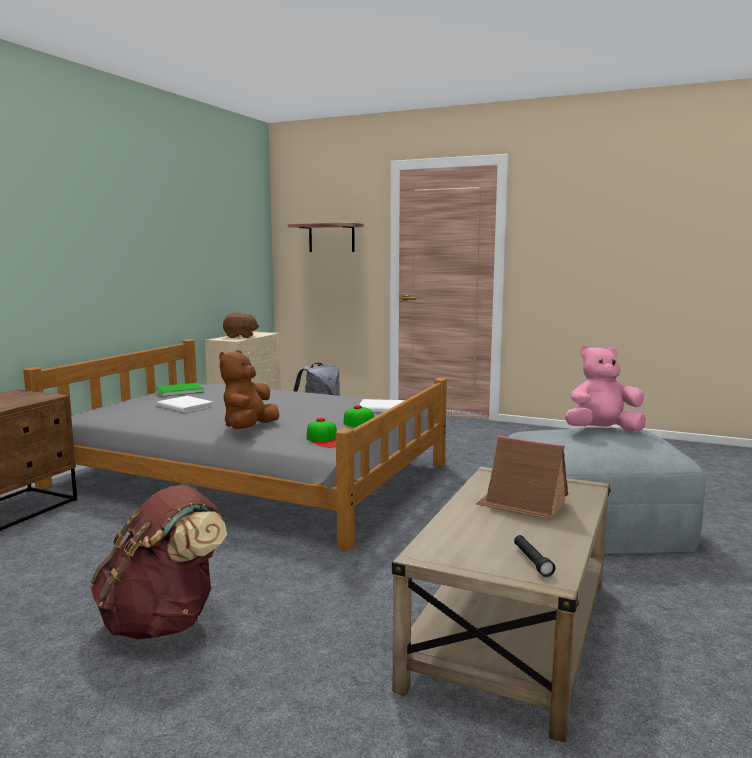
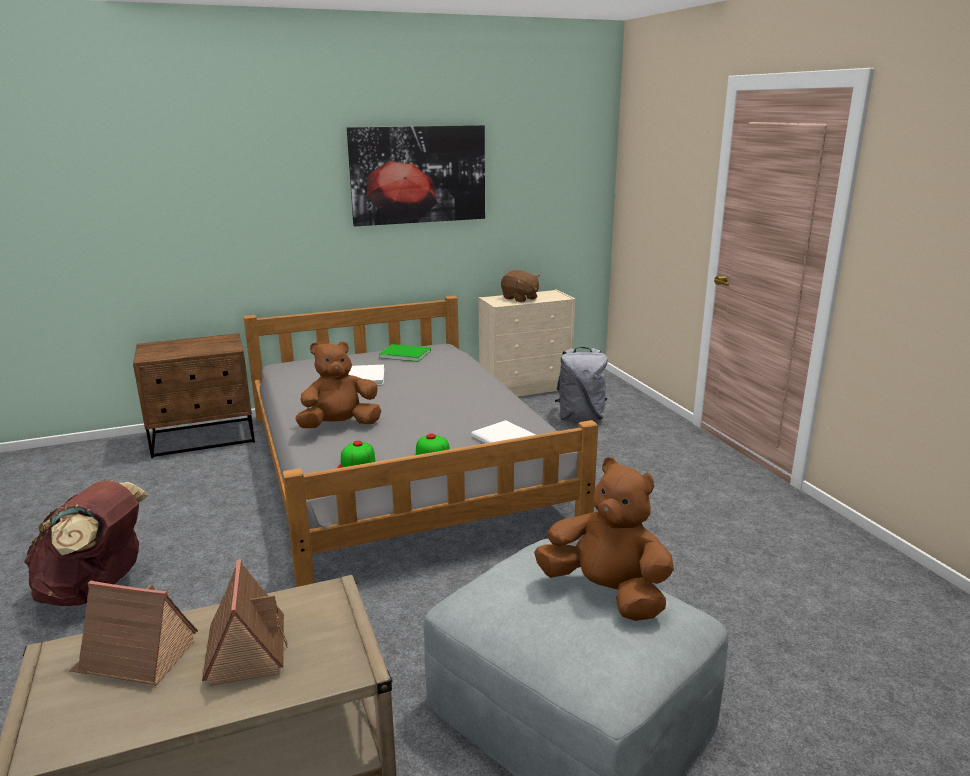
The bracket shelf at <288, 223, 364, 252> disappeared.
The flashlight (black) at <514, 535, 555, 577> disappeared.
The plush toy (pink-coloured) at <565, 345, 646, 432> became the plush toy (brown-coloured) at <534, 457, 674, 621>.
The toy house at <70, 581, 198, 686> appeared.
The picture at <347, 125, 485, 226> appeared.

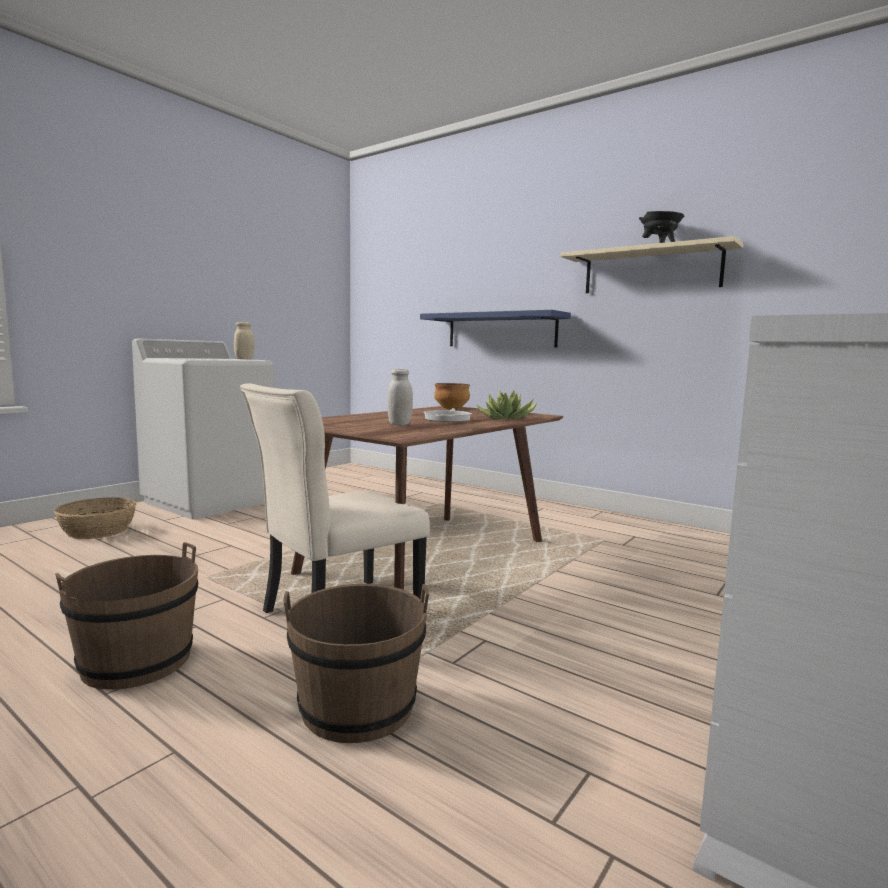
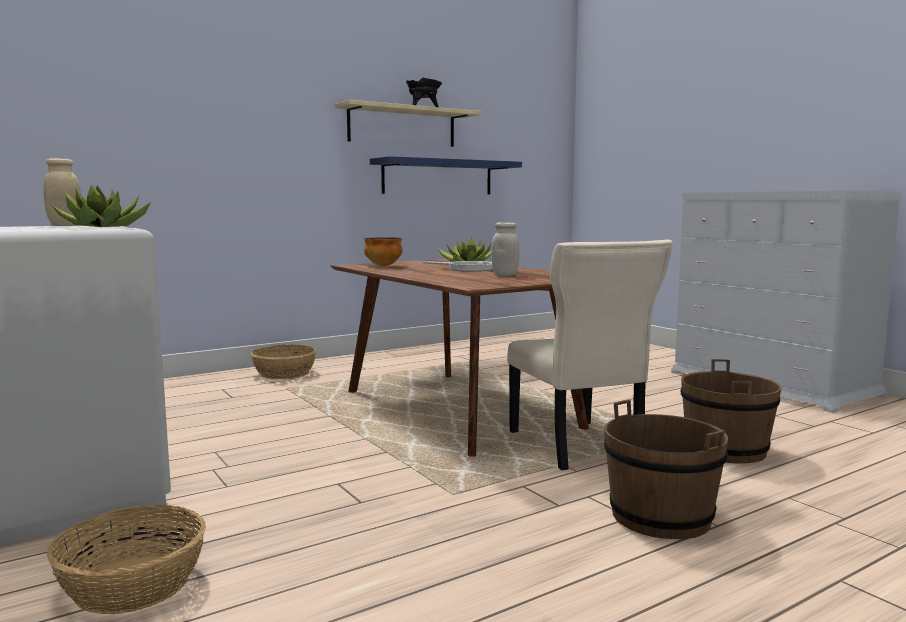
The bracket shelf (bluish) moved from <420, 310, 571, 348> to <370, 156, 522, 195>.
The potted plant at <51, 185, 151, 227> appeared.
The basket at <251, 344, 316, 380> appeared.

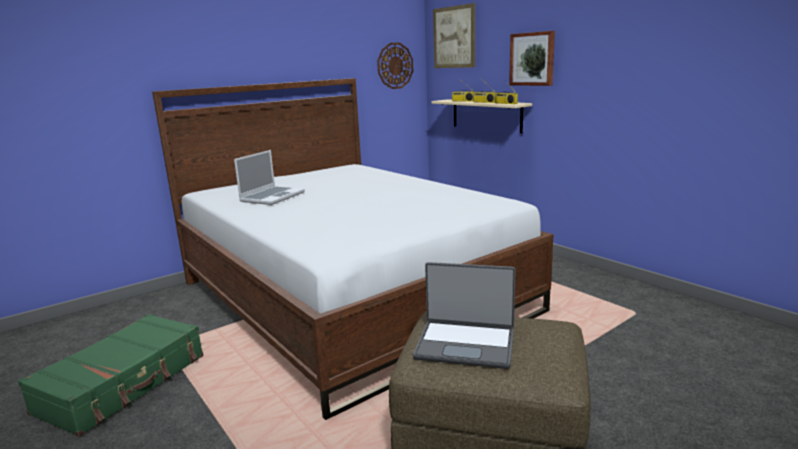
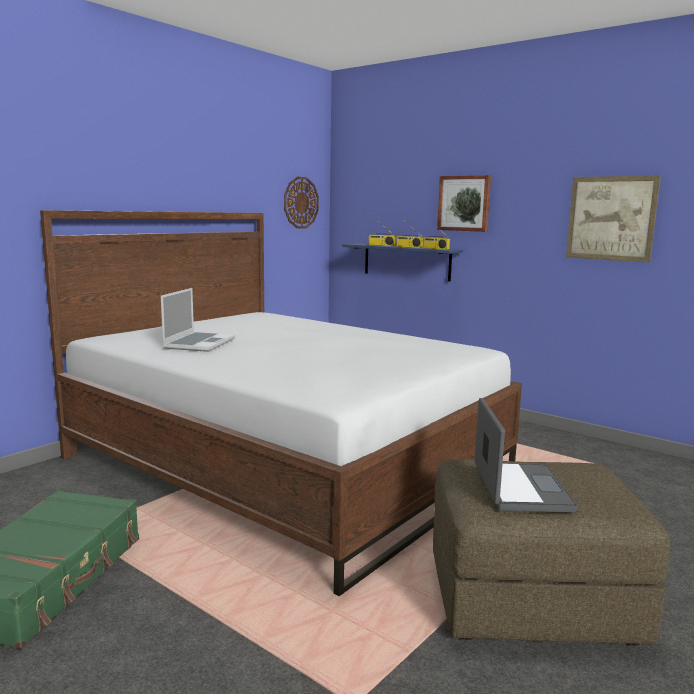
The notebook computer at <413, 262, 515, 369> turned 90 degrees counterclockwise.
The bracket shelf (beige-coloured) at <431, 99, 532, 133> became the bracket shelf (bluish) at <342, 243, 463, 281>.
The picture moved from <433, 3, 475, 68> to <566, 175, 661, 263>.

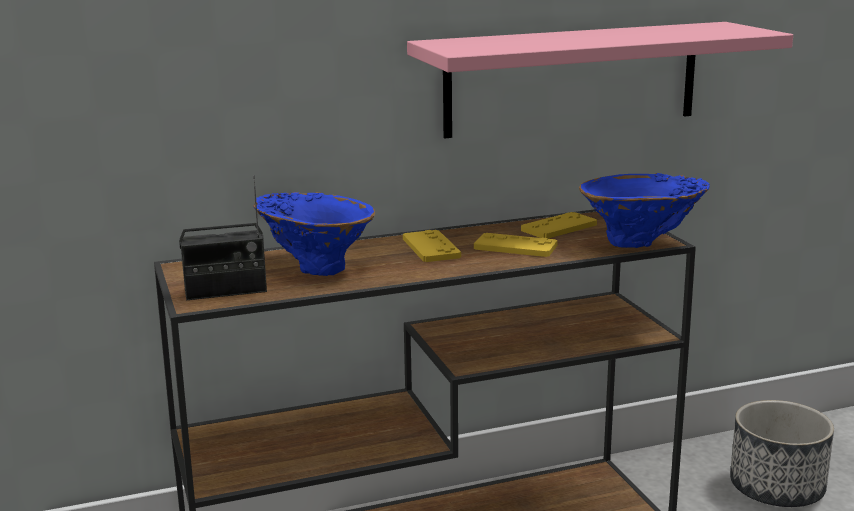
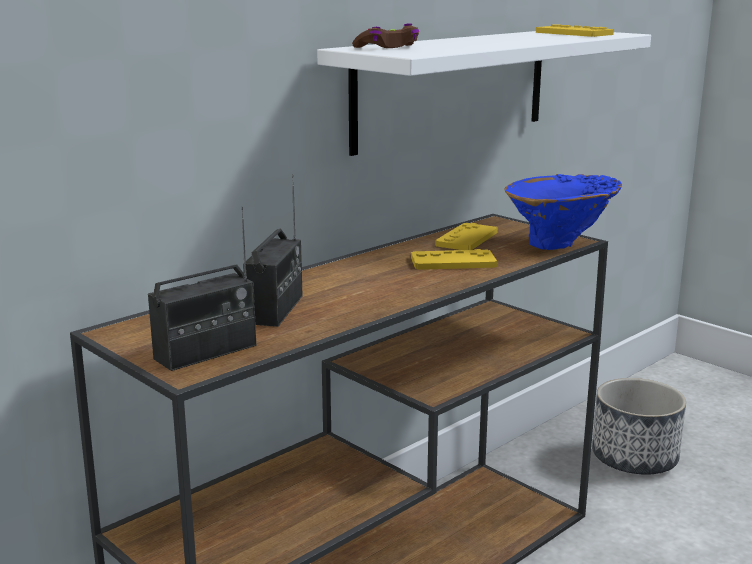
The vase (bluish) at <253, 192, 375, 276> was replaced by the radio at <243, 174, 303, 327>.
The game controller (yellowish) moved from <403, 230, 461, 262> to <536, 24, 614, 37>.
The bracket shelf (pink-coloured) at <407, 22, 793, 138> became the bracket shelf (white) at <317, 31, 651, 156>.
The game controller (brown-coloured) at <352, 23, 419, 48> appeared.

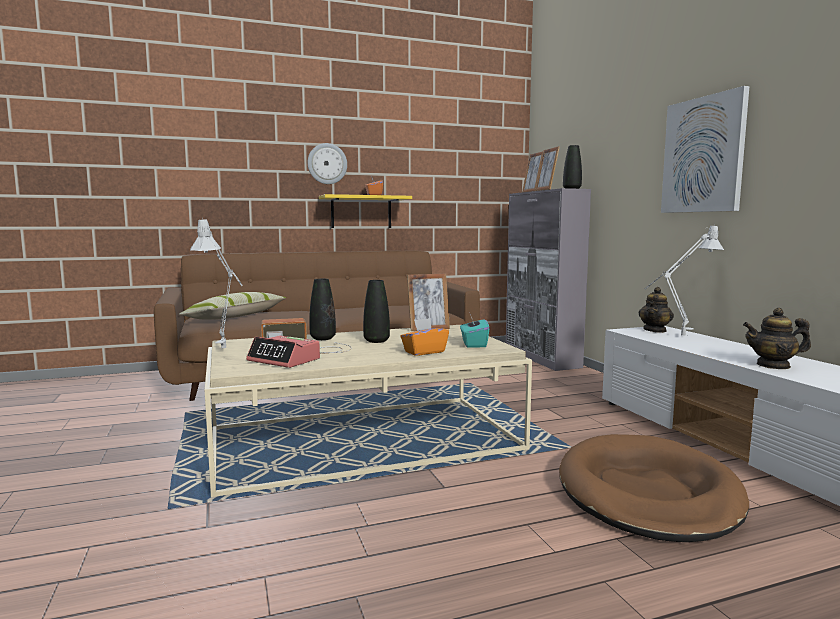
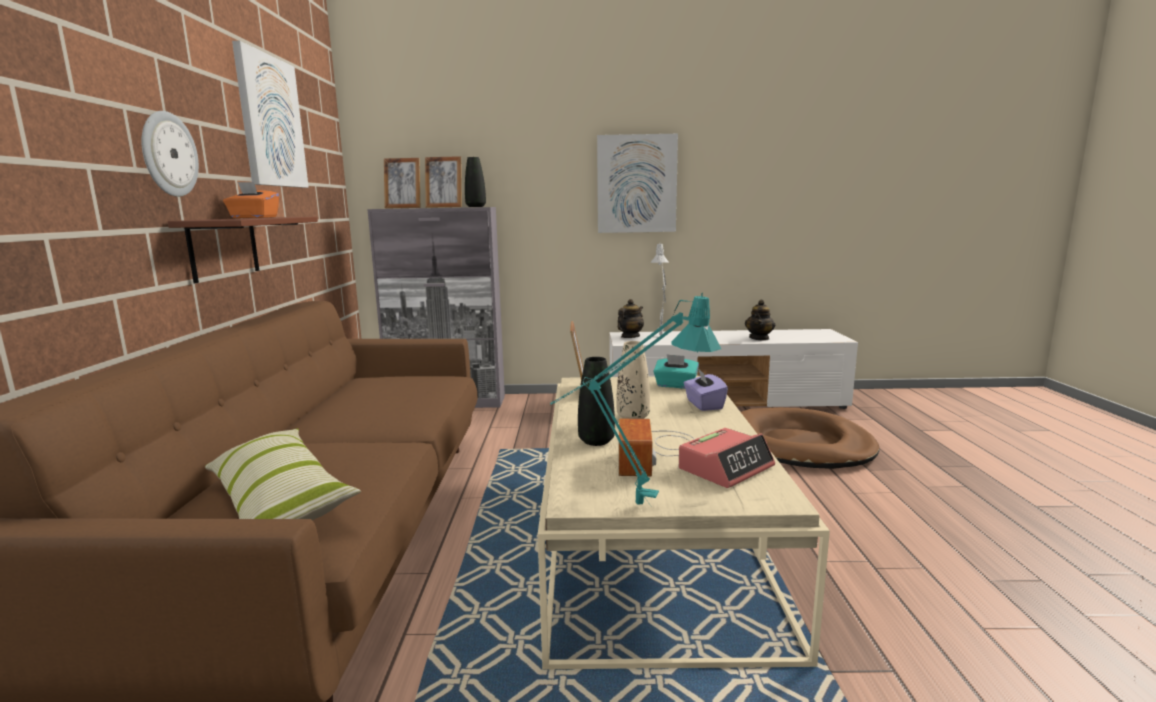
The lamp for a table (grey) at <190, 217, 243, 349> became the lamp for a table (turquoise) at <550, 293, 721, 504>.
The bracket shelf (yellowish) at <319, 194, 412, 228> became the bracket shelf (brown-coloured) at <168, 217, 318, 283>.
The vase (black) at <363, 280, 390, 343> became the vase (beige-coloured) at <616, 341, 650, 419>.
The box of tissues (orange) at <401, 318, 449, 356> became the box of tissues (purple-coloured) at <684, 369, 728, 411>.
The tea pot at <638, 287, 674, 333> turned 105 degrees counterclockwise.
The picture at <232, 41, 309, 188> appeared.

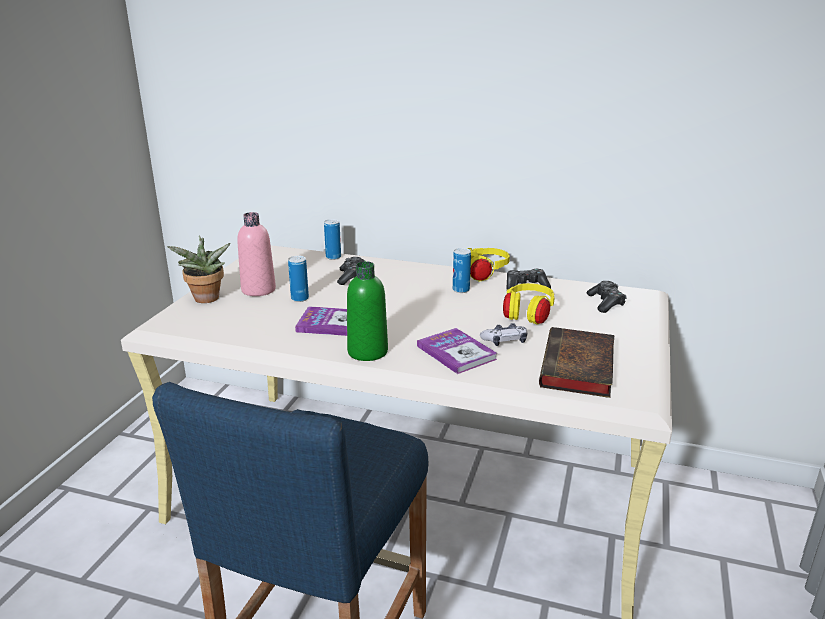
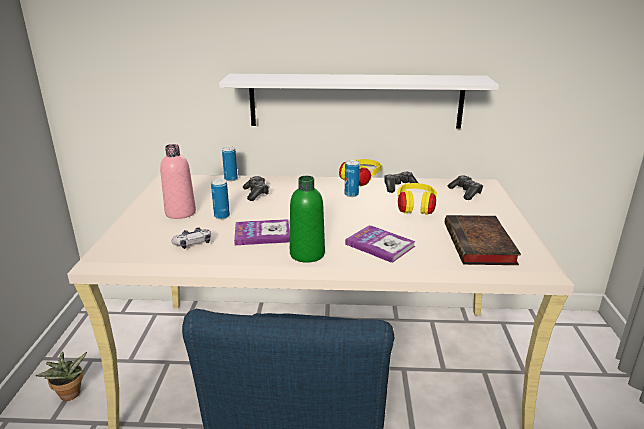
The potted plant moved from <167, 235, 231, 303> to <35, 352, 87, 401>.
The game controller moved from <480, 323, 527, 346> to <171, 227, 211, 249>.
The bracket shelf (white) at <219, 74, 499, 128> appeared.

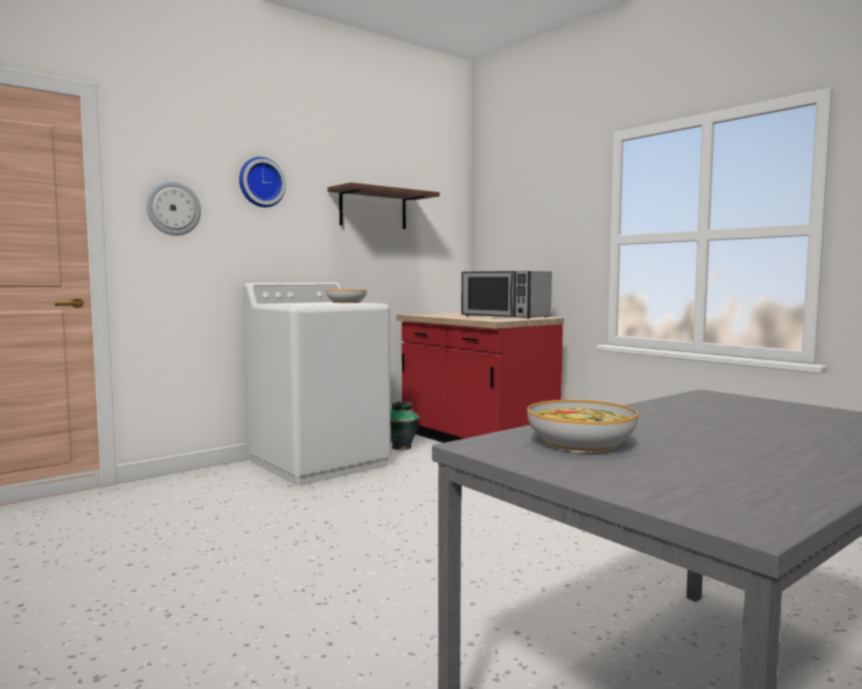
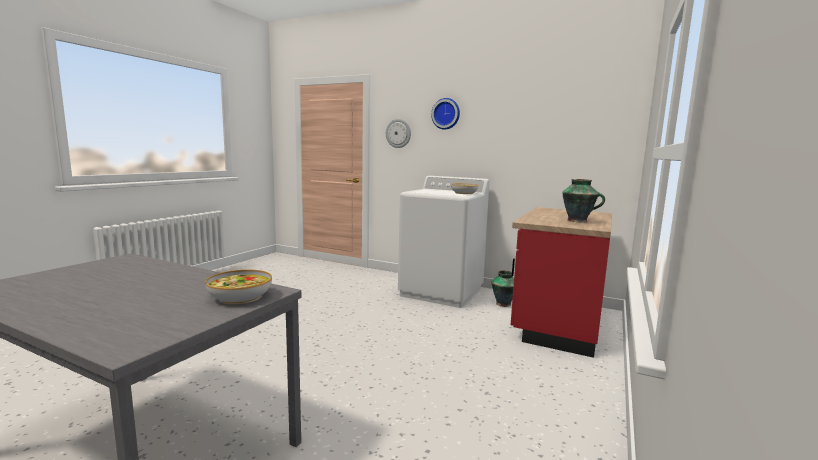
The bracket shelf at <327, 182, 440, 229> disappeared.
The microwave at <461, 271, 552, 319> was replaced by the vase at <562, 179, 605, 222>.
The serving bowl moved from <527, 400, 638, 453> to <205, 270, 272, 304>.

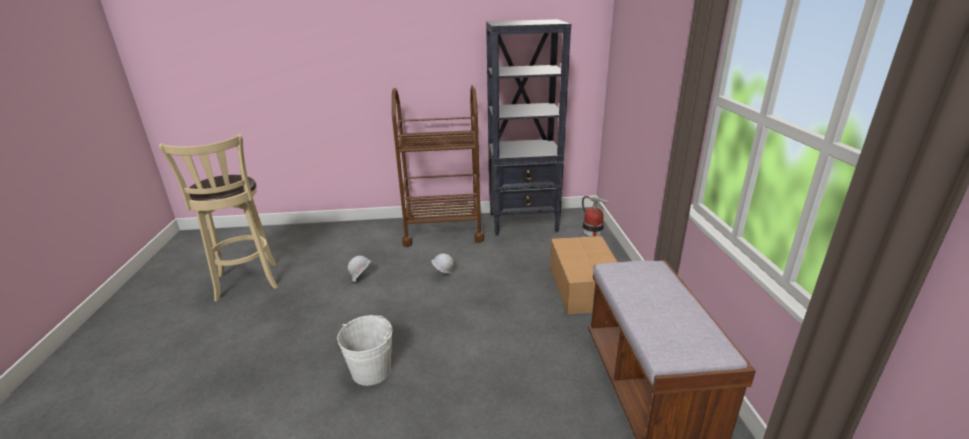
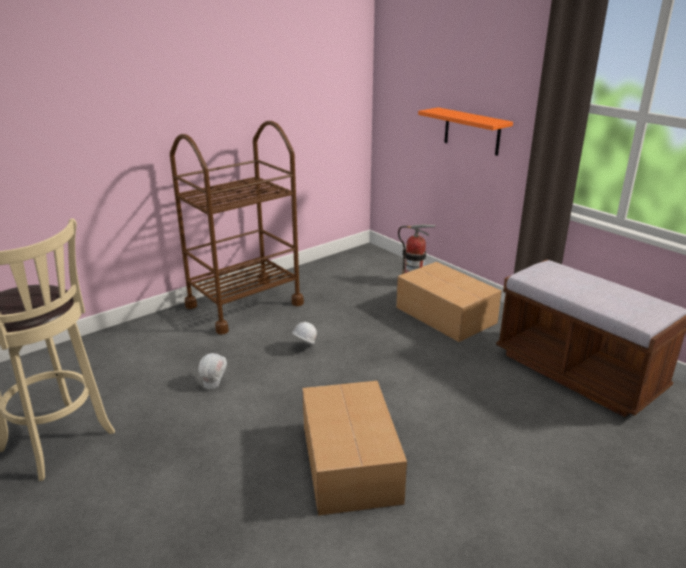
The bucket (white) at <337, 315, 393, 386> was replaced by the cardboard box at <302, 381, 407, 516>.
The bookshelf (black) at <486, 19, 571, 236> disappeared.
The bracket shelf (orange) at <418, 107, 513, 156> appeared.

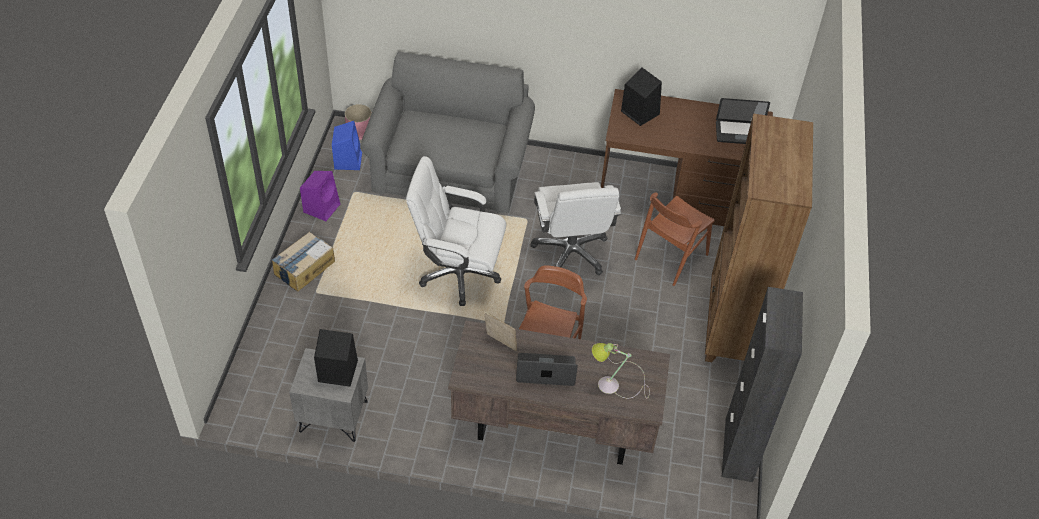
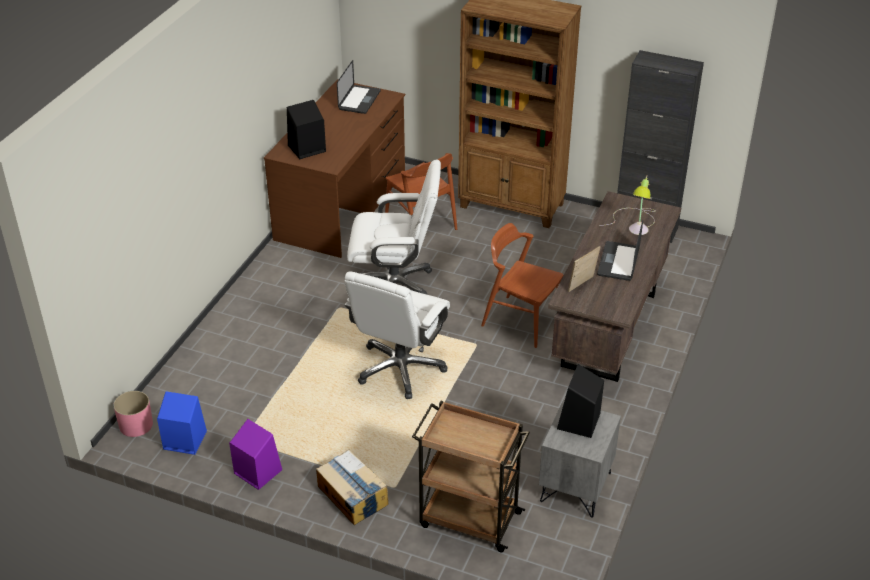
The couch (grey) at <360, 52, 535, 213> disappeared.
The wheeled cart (brown-coloured) at <412, 401, 530, 552> appeared.

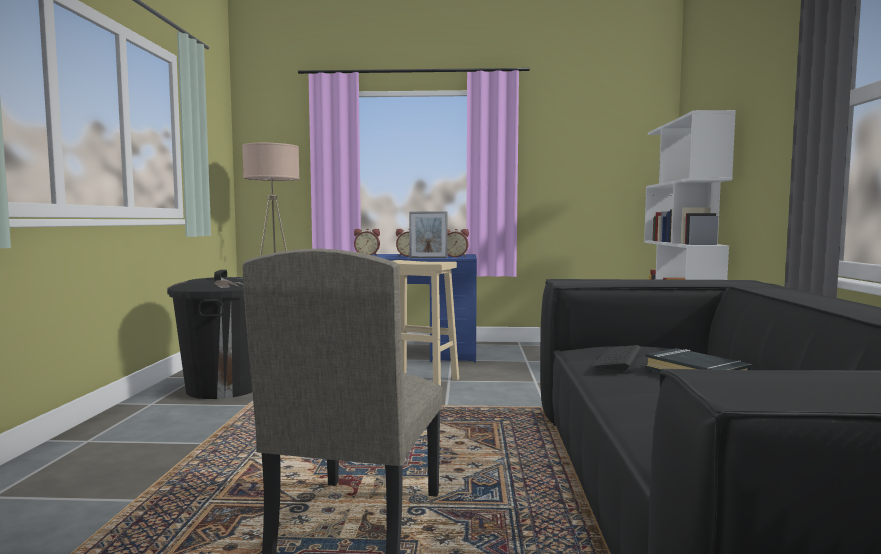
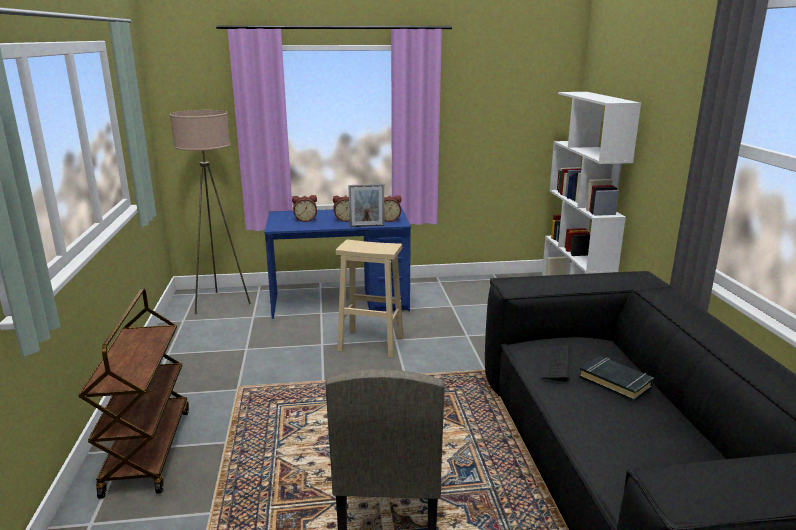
The rubbish bin (black) at <167, 270, 252, 399> disappeared.
The wheeled cart (brown-coloured) at <78, 289, 189, 499> appeared.

